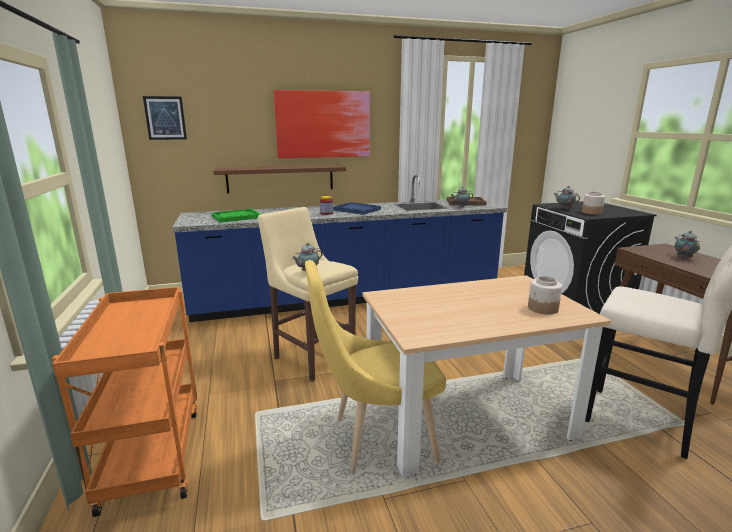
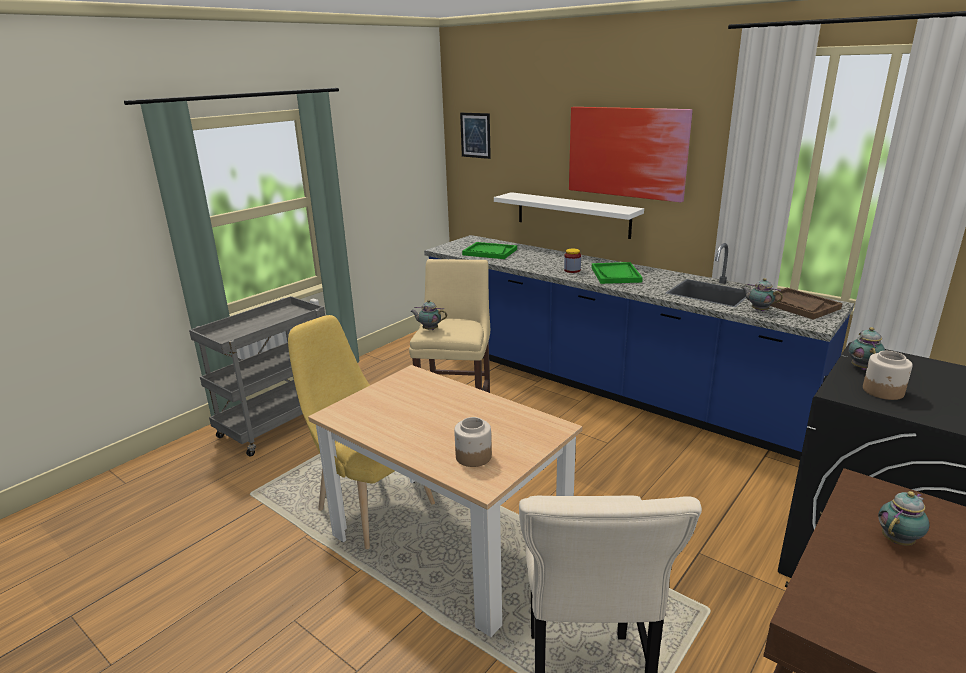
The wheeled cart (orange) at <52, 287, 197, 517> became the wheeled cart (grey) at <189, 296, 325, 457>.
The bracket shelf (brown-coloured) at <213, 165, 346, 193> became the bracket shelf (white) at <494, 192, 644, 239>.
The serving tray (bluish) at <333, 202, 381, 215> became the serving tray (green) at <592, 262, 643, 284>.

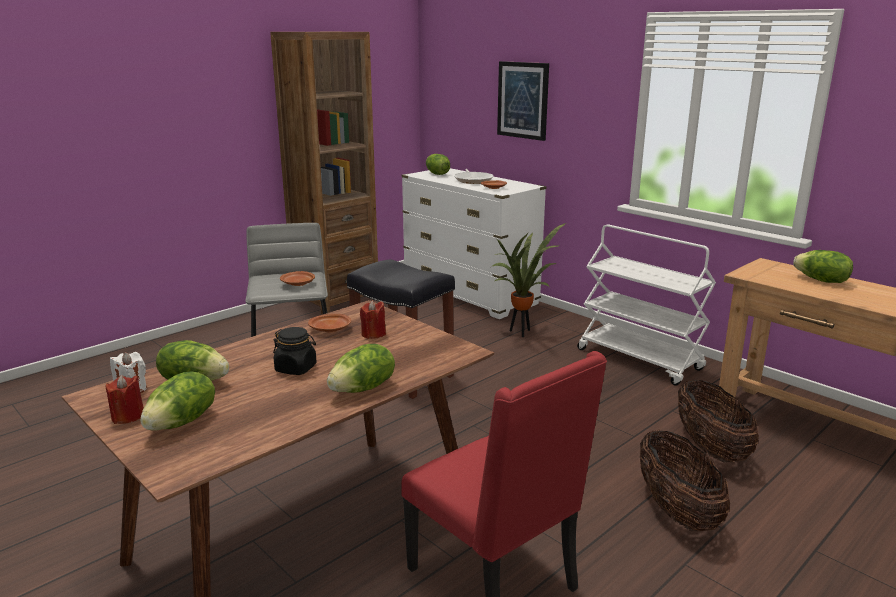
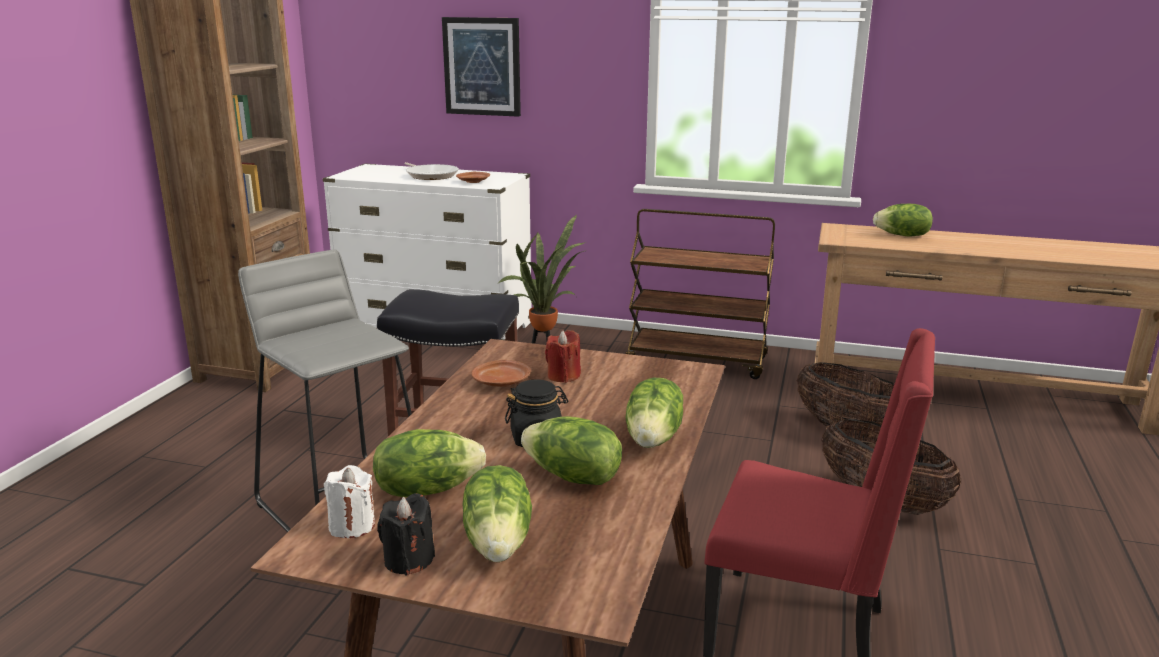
The wax light (red) at <106, 375, 144, 424> became the wax light (black) at <377, 493, 435, 575>.
The plate (brown-coloured) at <280, 271, 315, 286> disappeared.
The head of lettuce moved from <426, 154, 450, 175> to <521, 416, 622, 485>.
The wheeled cart (white) at <577, 224, 716, 386> became the wheeled cart (brown-coloured) at <626, 209, 775, 379>.

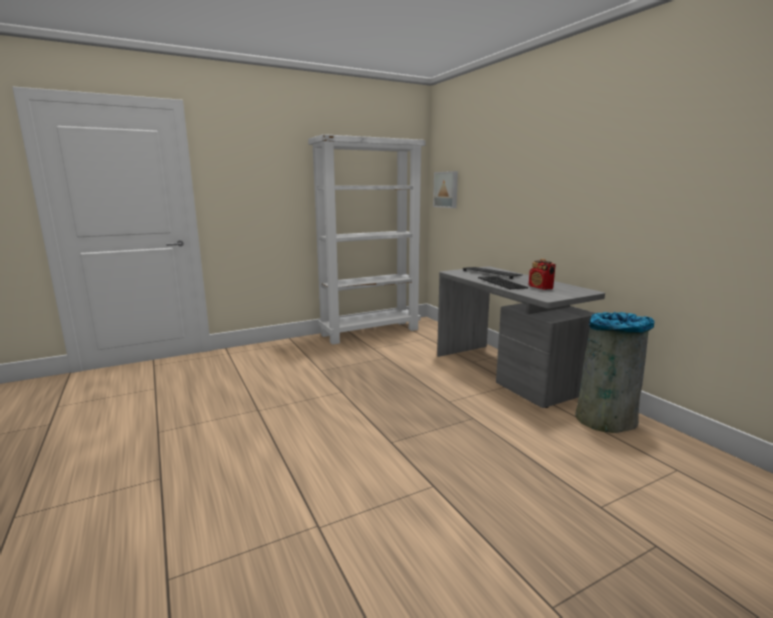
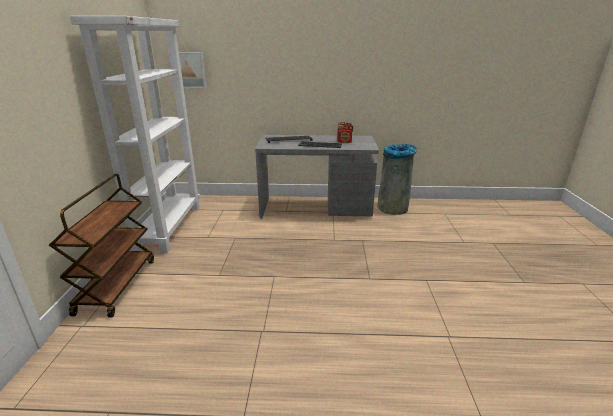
The wheeled cart (brown-coloured) at <49, 174, 154, 318> appeared.

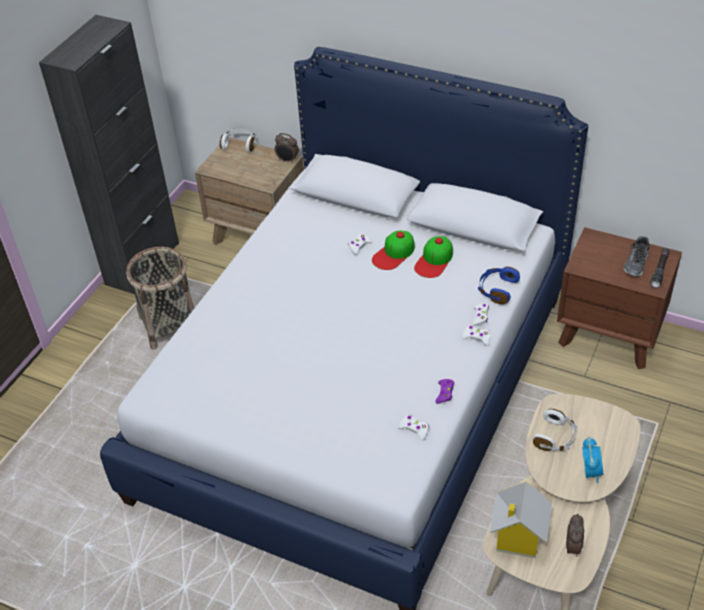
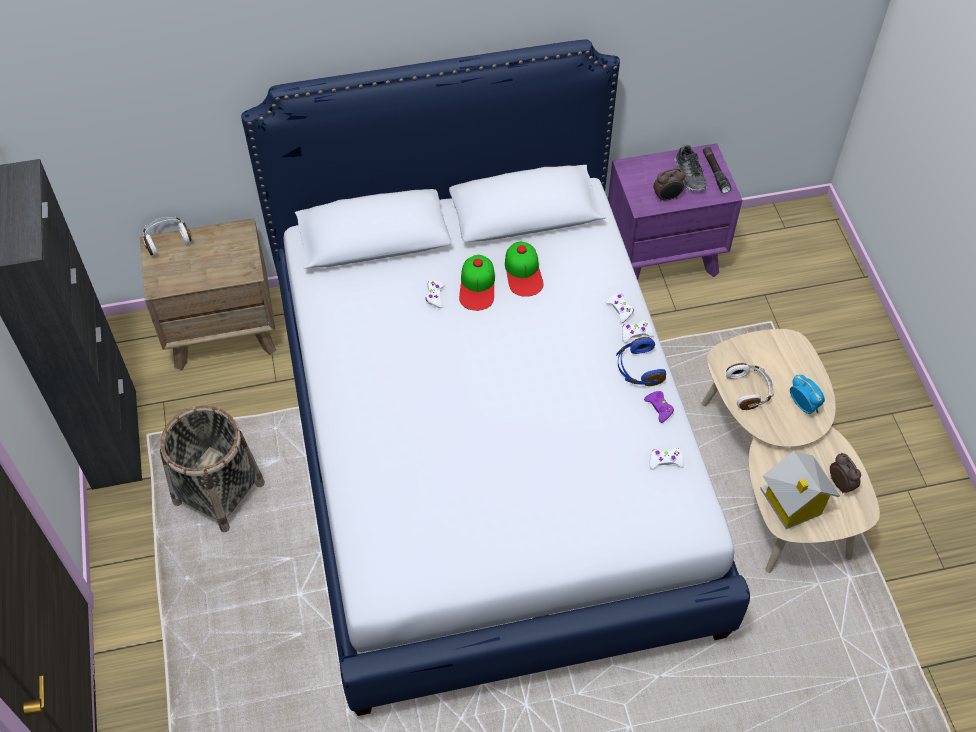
The bedside clock moved from <275, 133, 299, 163> to <653, 168, 685, 202>.
The headphones (bluish) moved from <478, 267, 520, 305> to <616, 337, 666, 386>.
The bedside table (brown-coloured) at <557, 227, 682, 369> became the bedside table (purple-coloured) at <608, 143, 742, 280>.

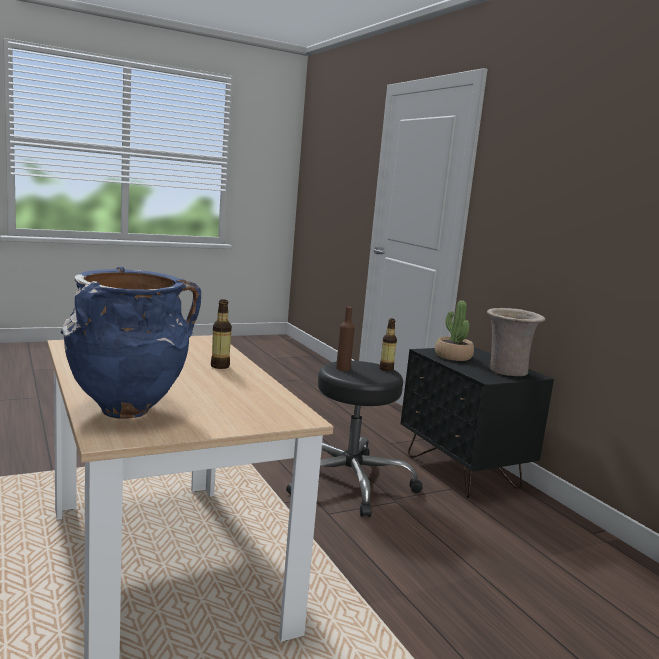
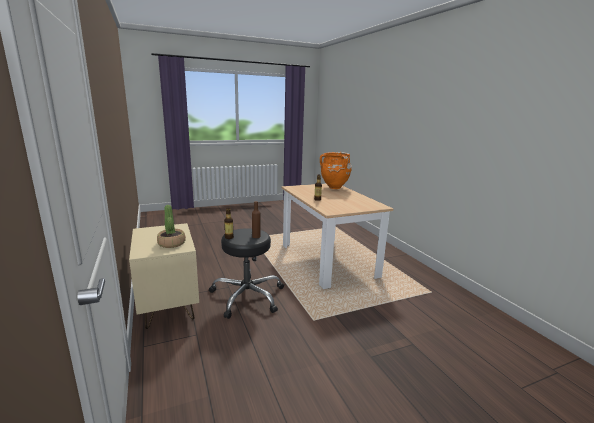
The vase (bluish) at <61, 267, 201, 419> became the vase (orange) at <320, 152, 352, 189>.
The bedside table (black) at <401, 347, 554, 498> became the bedside table (beige-coloured) at <129, 223, 199, 329>.
The vase (beige-coloured) at <487, 308, 545, 376> disappeared.

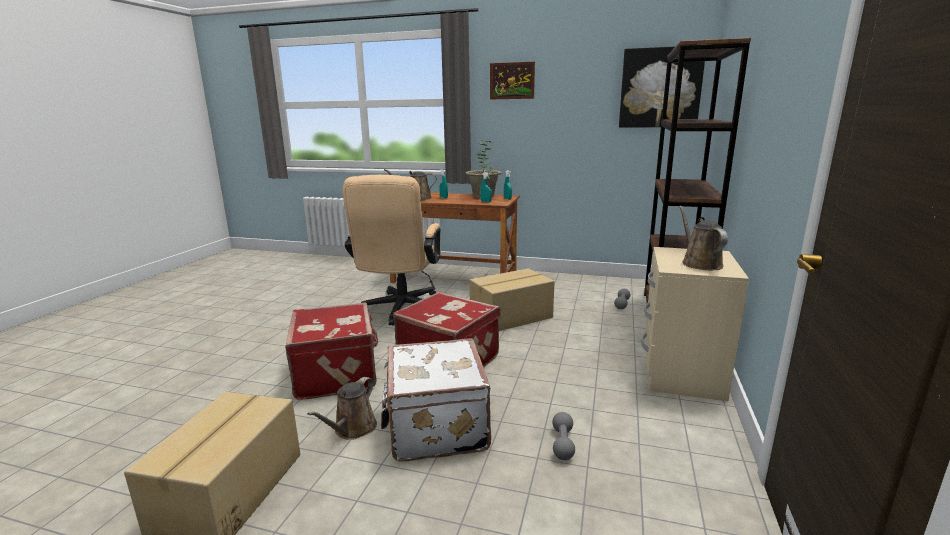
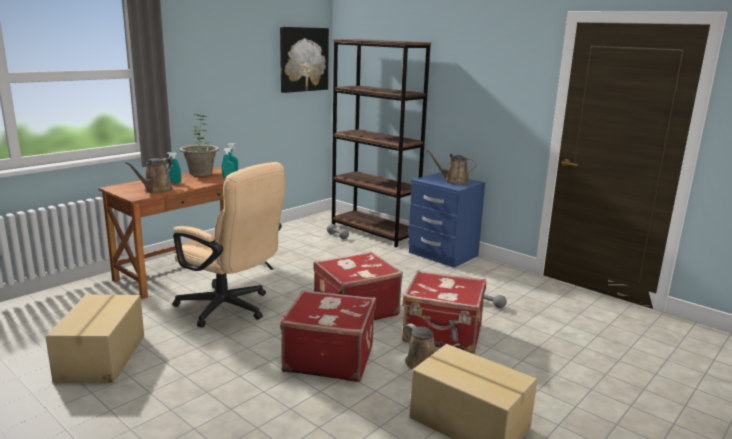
The travel case (white) at <381, 338, 491, 461> became the travel case (red) at <402, 270, 486, 354>.
The cardboard box moved from <469, 268, 555, 331> to <45, 294, 144, 383>.
The picture at <490, 62, 535, 100> disappeared.
The bedside table (beige-coloured) at <641, 247, 749, 401> became the bedside table (bluish) at <408, 173, 485, 268>.

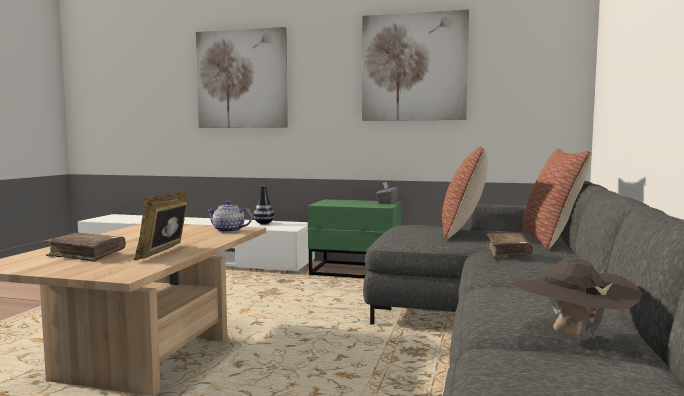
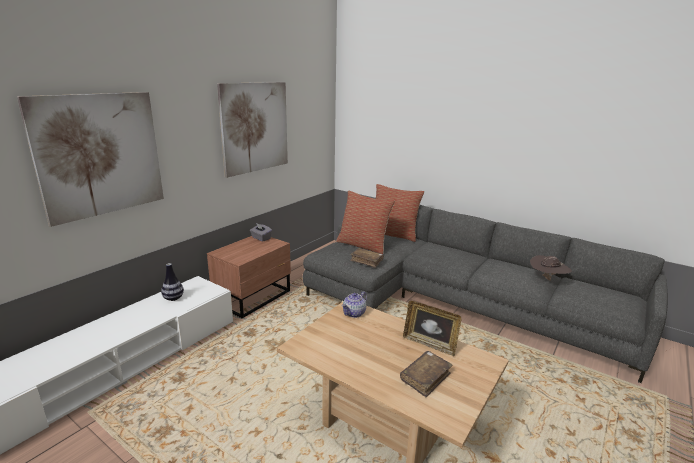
The bedside table (green) at <308, 199, 402, 278> became the bedside table (brown-coloured) at <207, 236, 291, 318>.
The bound book (brown-coloured) moved from <487, 233, 533, 259> to <350, 248, 384, 268>.

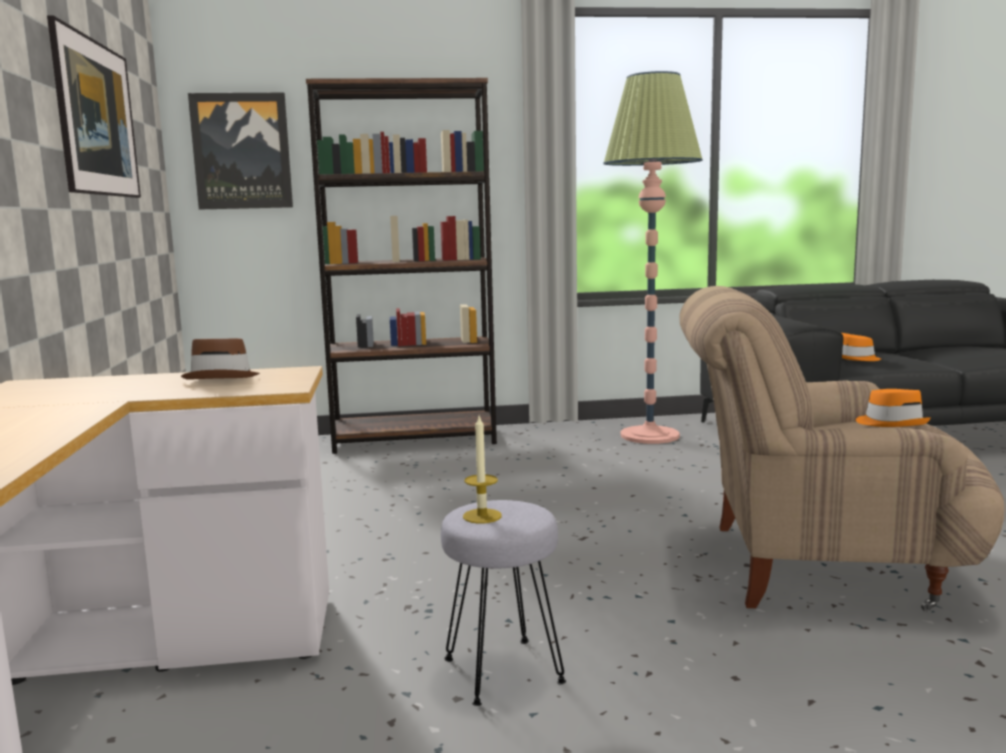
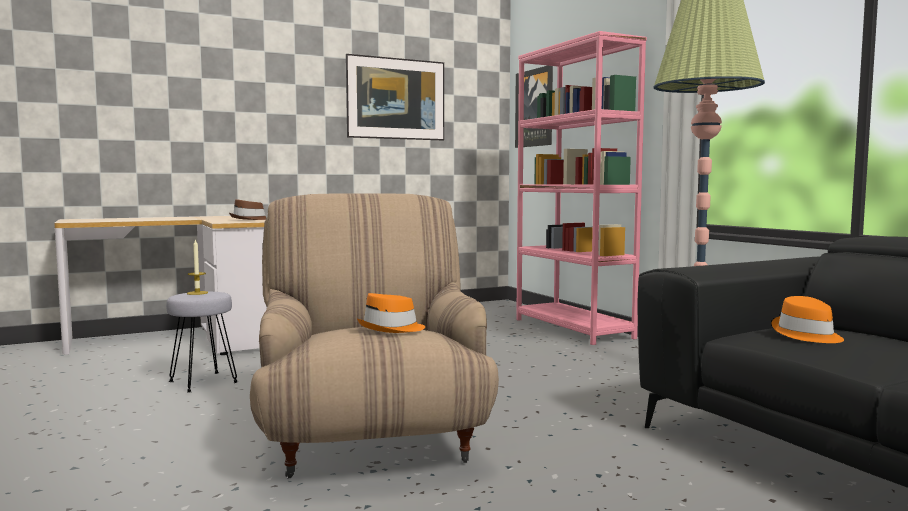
The bookshelf (brown-coloured) at <306, 78, 497, 454> became the bookshelf (pink-coloured) at <516, 31, 647, 345>.

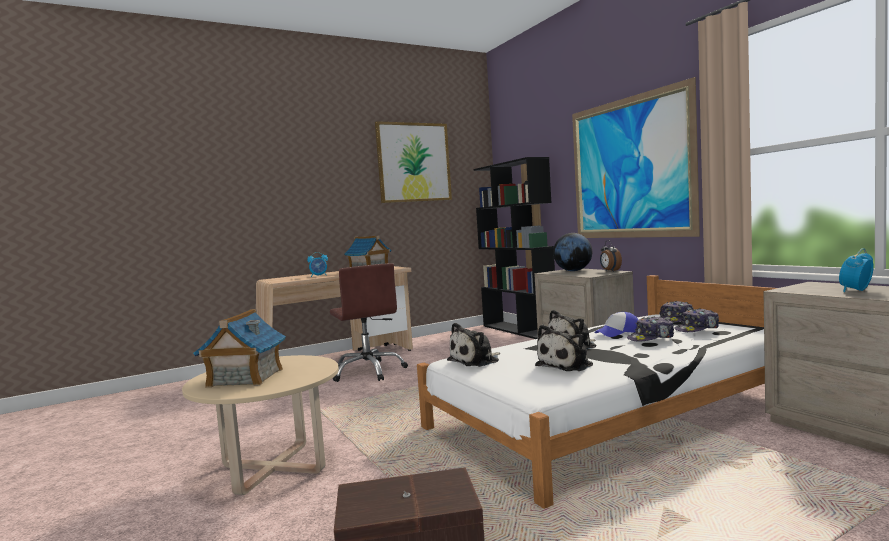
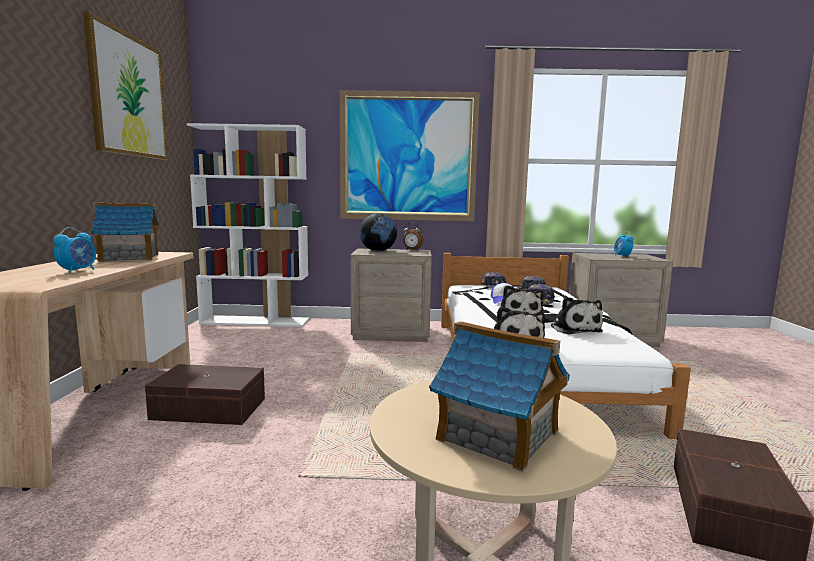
The desk chair (brown-coloured) at <330, 263, 408, 382> was replaced by the storage container (brown-coloured) at <145, 364, 265, 425>.
The bookshelf (black) at <474, 157, 555, 339> became the bookshelf (white) at <187, 123, 309, 327>.

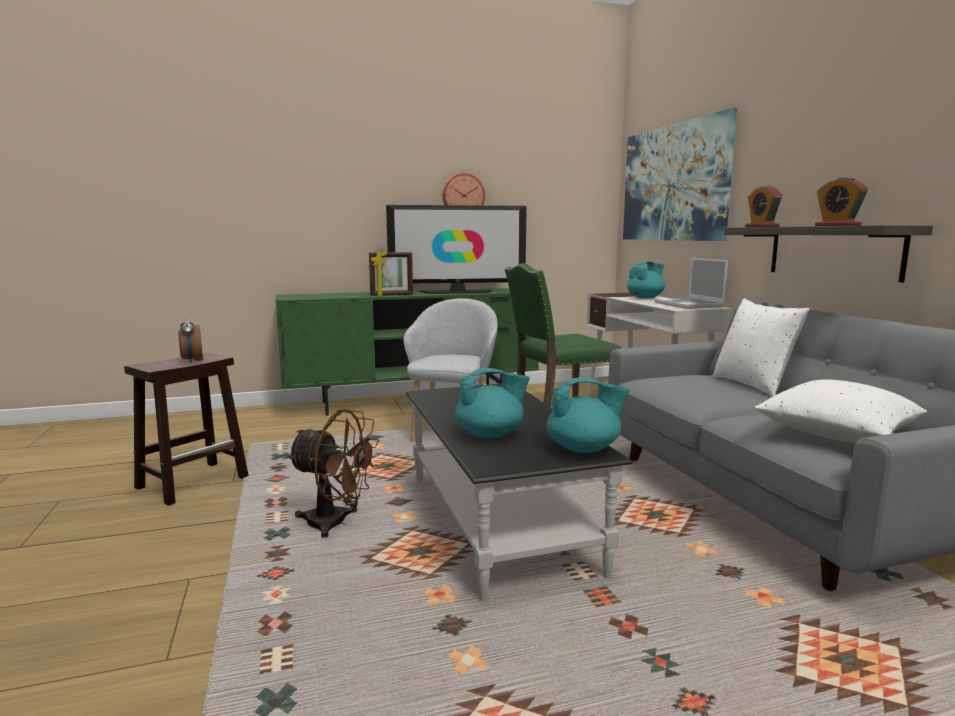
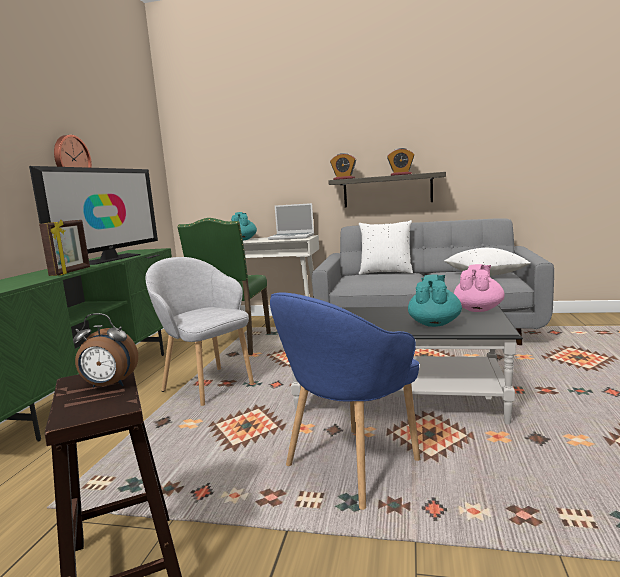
The electric fan (brown-coloured) at <287, 409, 379, 538> was replaced by the easy chair (bluish) at <270, 292, 420, 510>.
The tea pot (turquoise) at <546, 377, 630, 453> became the tea pot (pink-coloured) at <454, 264, 505, 312>.
The picture at <623, 108, 737, 241> disappeared.

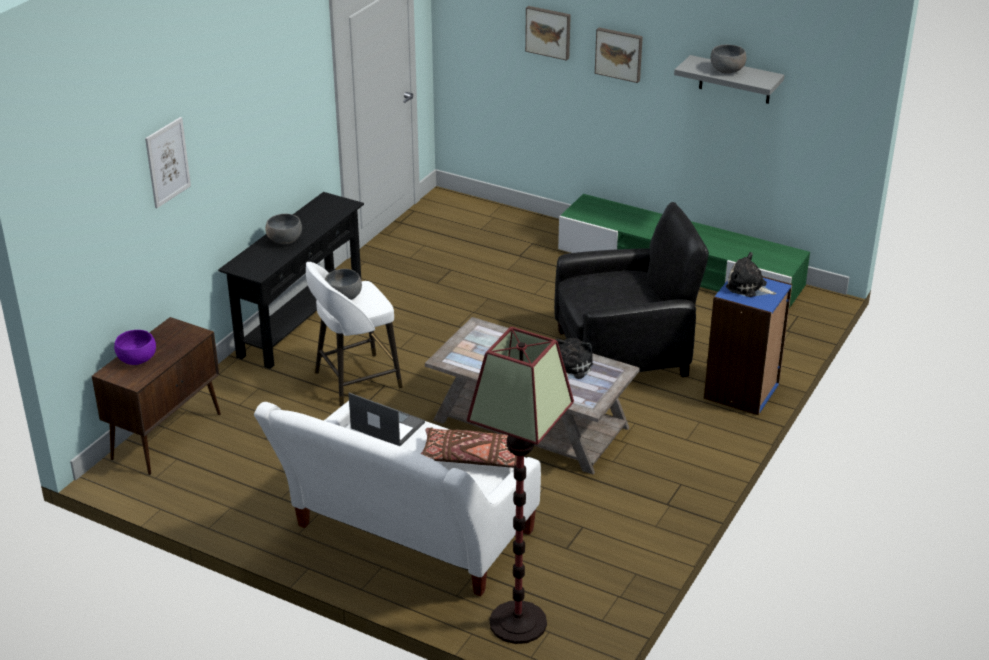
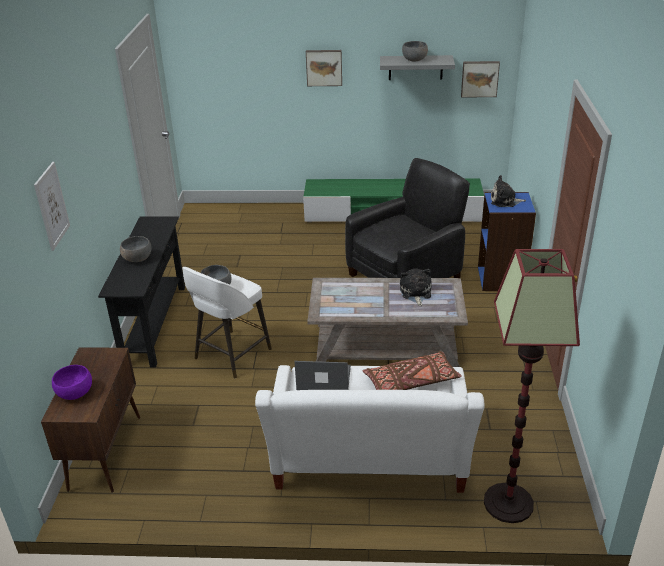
The picture moved from <525, 6, 571, 61> to <461, 61, 500, 98>.

